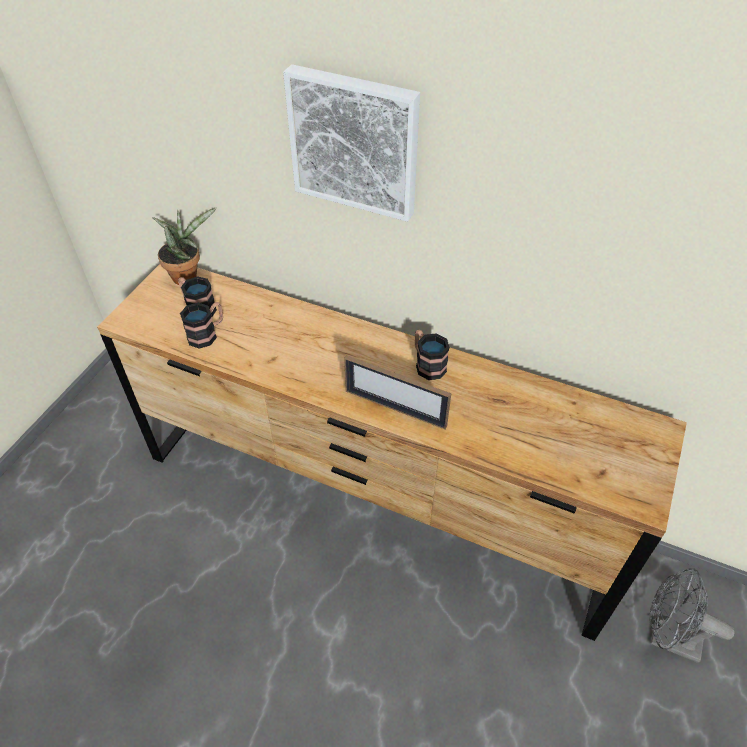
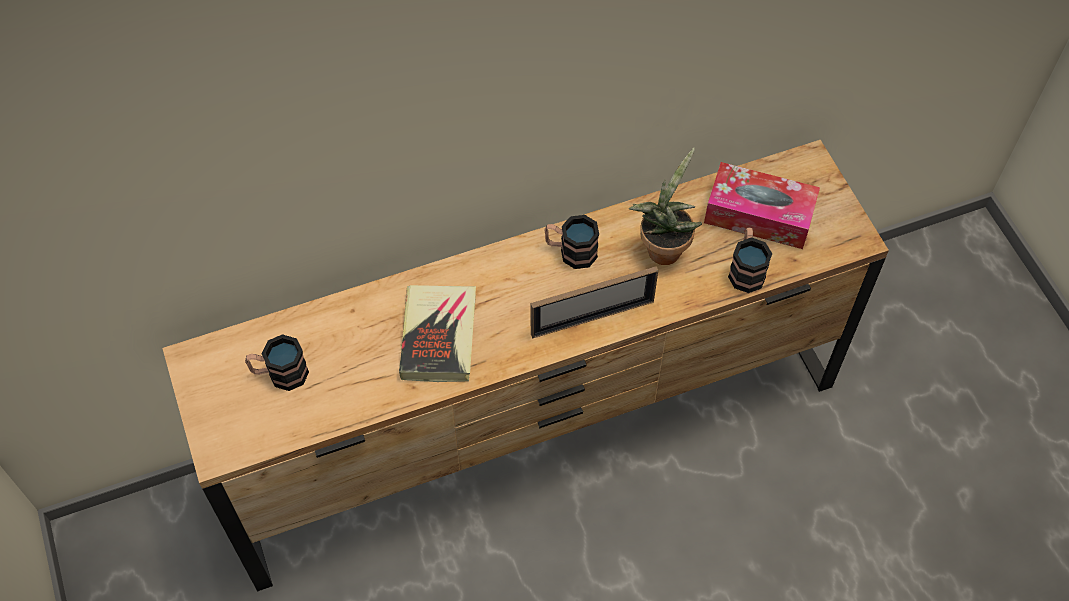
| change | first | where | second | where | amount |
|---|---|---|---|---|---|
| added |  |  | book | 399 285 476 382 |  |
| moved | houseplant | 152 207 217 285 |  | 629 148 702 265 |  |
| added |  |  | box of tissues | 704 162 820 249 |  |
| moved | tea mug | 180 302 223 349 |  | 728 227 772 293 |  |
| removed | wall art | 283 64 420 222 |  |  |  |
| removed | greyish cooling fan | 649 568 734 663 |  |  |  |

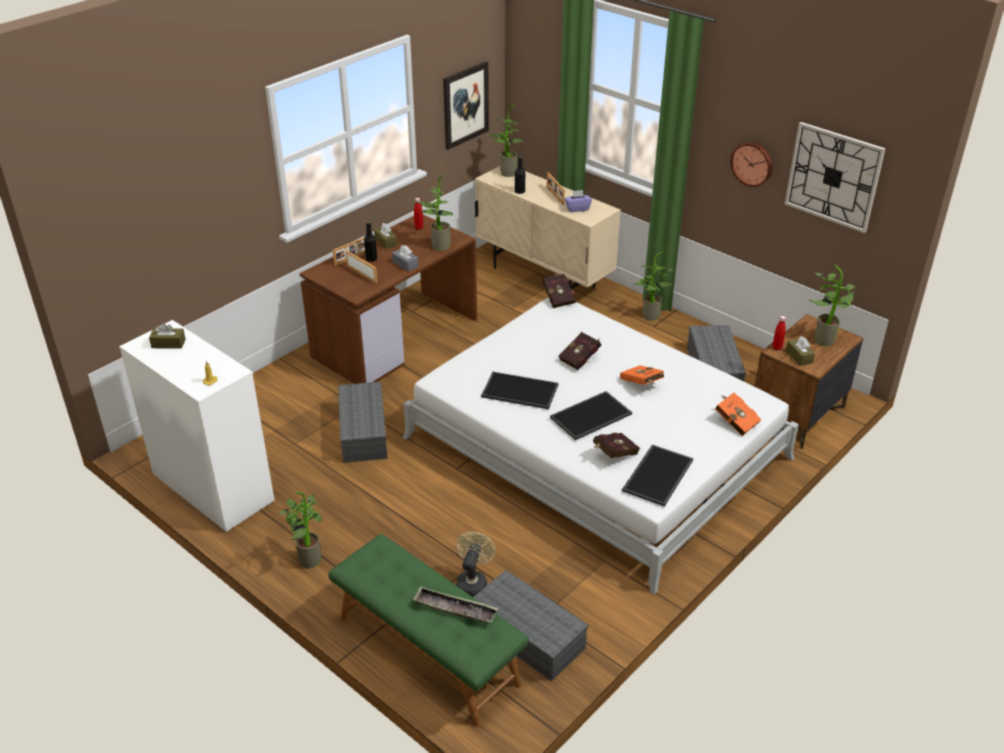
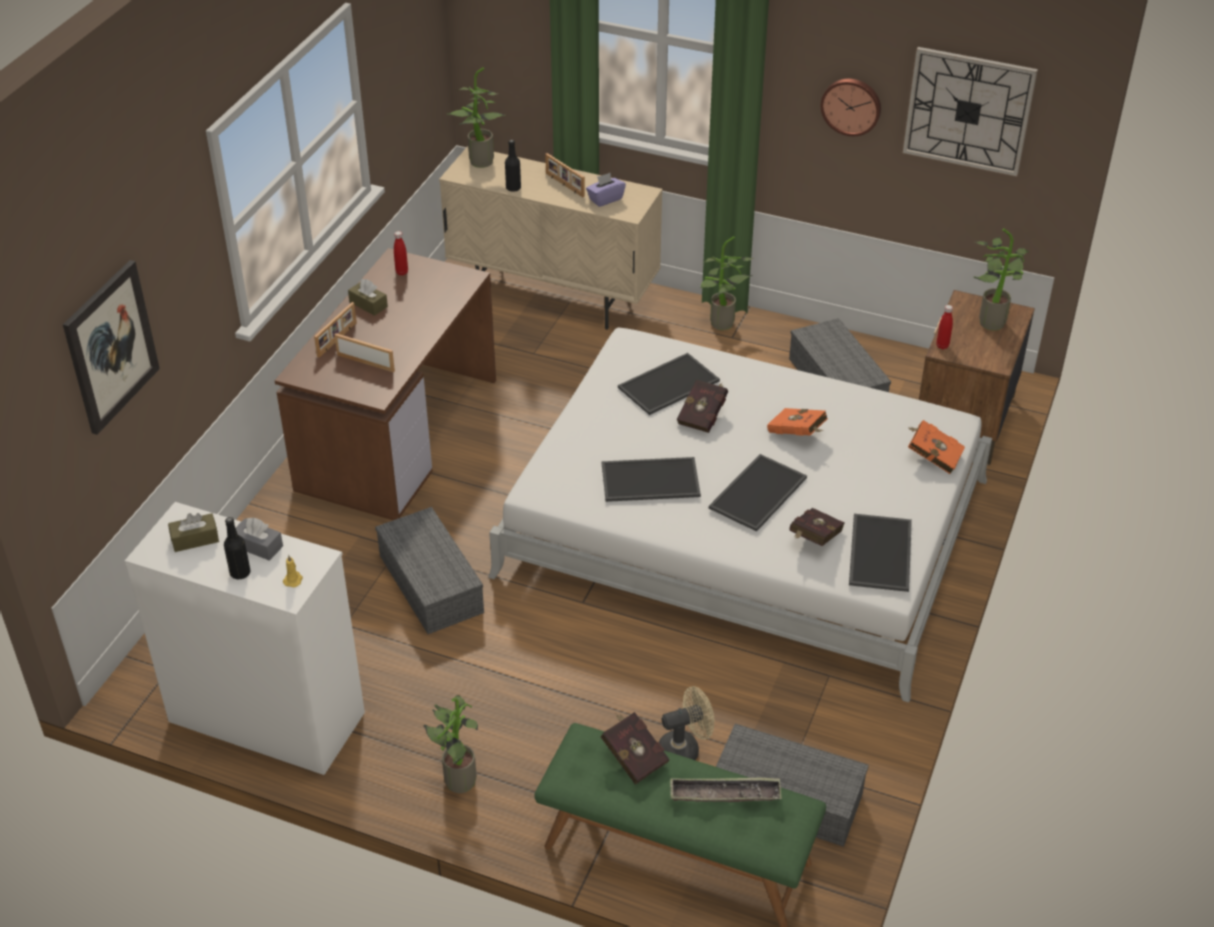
| change | first | where | second | where | amount |
|---|---|---|---|---|---|
| moved | wall art | 443 61 489 150 |  | 63 260 160 435 |  |
| moved | black beverage bottle | 364 222 377 262 |  | 224 517 251 579 |  |
| moved | greyish box of tissues | 392 245 419 272 |  | 236 518 283 561 |  |
| moved | red book | 543 274 576 308 |  | 600 712 670 785 |  |
| added |  |  | serving tray | 618 353 720 415 |  |
| turned | sand-coloured cooling fan | 456 532 495 597 |  | 659 686 714 760 | 75 degrees clockwise |
| removed | houseplant | 417 175 453 251 |  |  |  |
| removed | brown box of tissues | 786 336 815 366 |  |  |  |

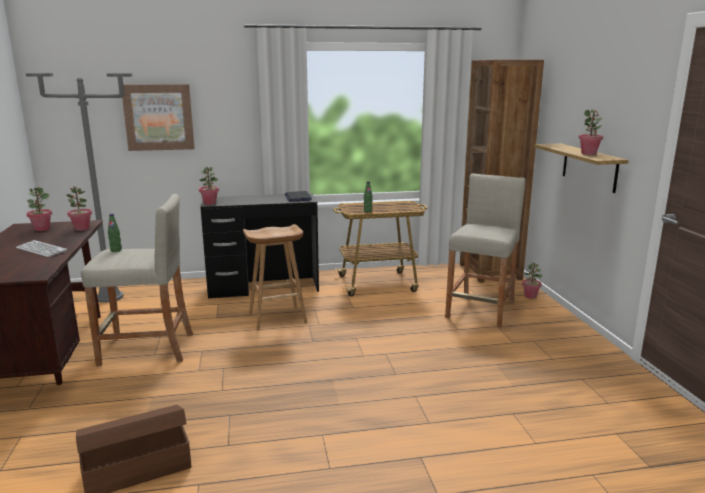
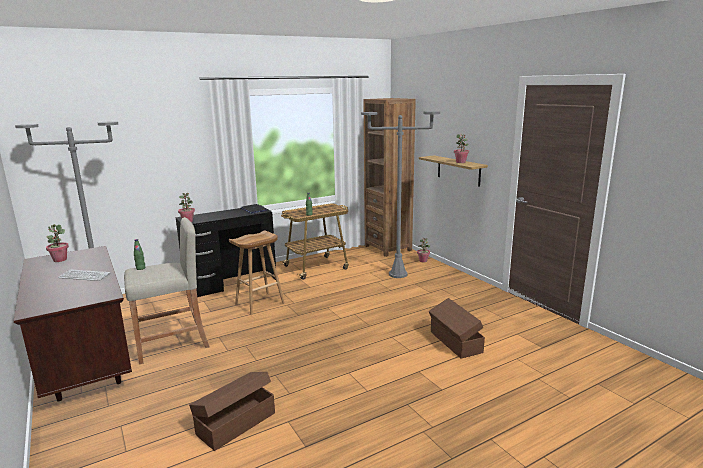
| change | first | where | second | where | amount |
|---|---|---|---|---|---|
| replaced | sand-coloured sitting stool | 445 173 526 328 | greyish standing lamp | 361 111 440 278 |  |
| added |  |  | brown storage box | 429 298 485 358 |  |
| removed | houseplant | 66 186 92 231 |  |  |  |
| removed | wall art | 122 84 195 151 |  |  |  |

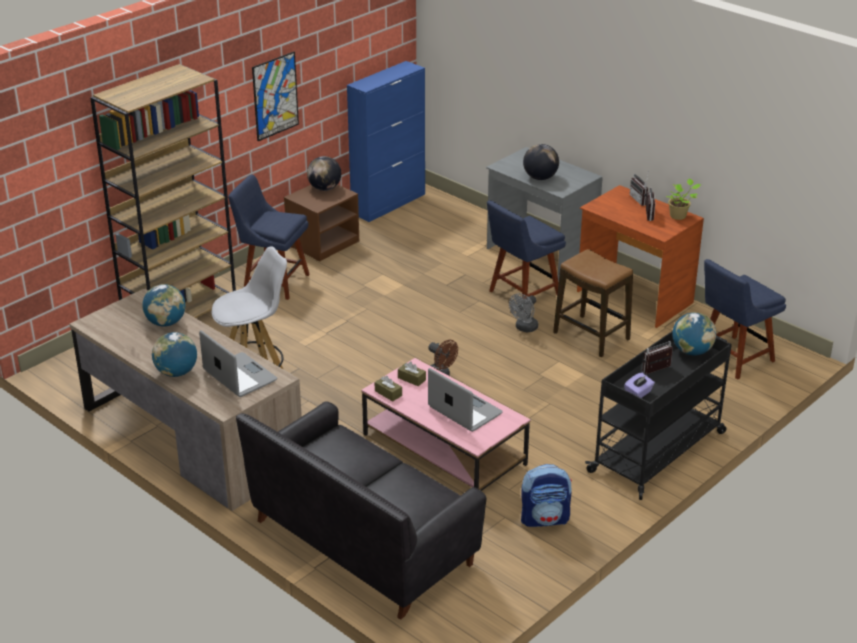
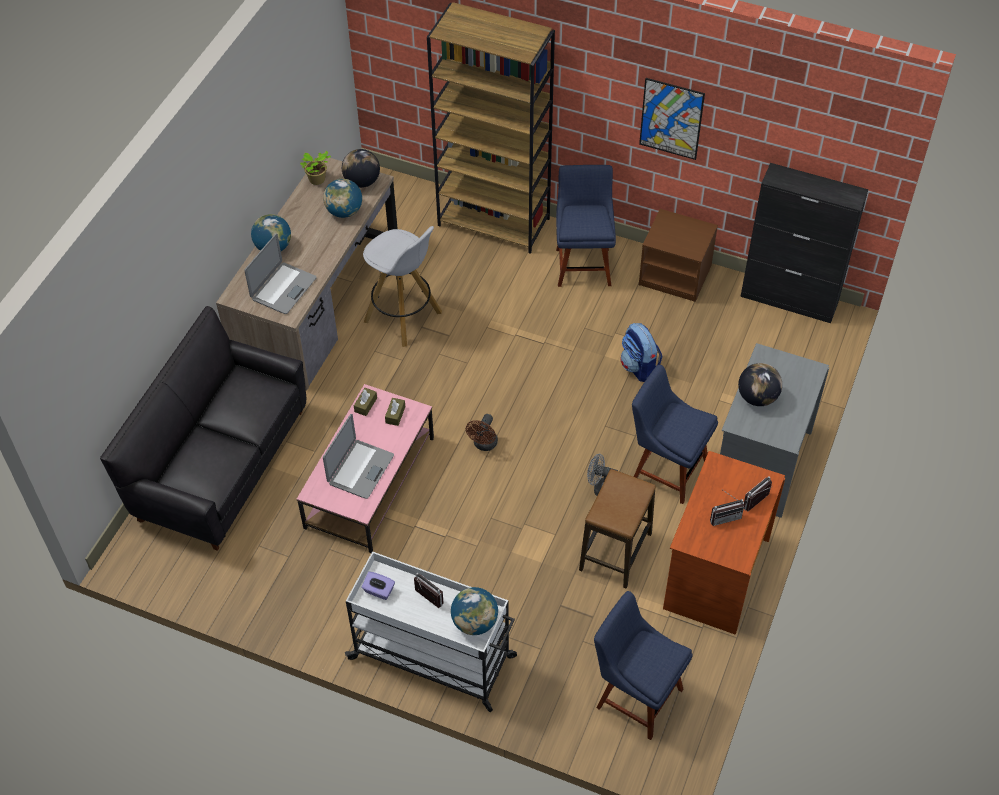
| change | first | where | second | where | amount |
|---|---|---|---|---|---|
| moved | houseplant | 666 178 701 220 |  | 300 151 331 185 |  |
| moved | globe | 307 156 341 191 |  | 342 149 380 188 |  |
| recoloured | black wheeled cart | 585 331 732 500 | white-coloured wheeled cart | 345 551 517 712 |  |
| moved | knapsack | 521 464 572 527 |  | 620 323 662 382 |  |
| recoloured | blue cabinet | 347 61 425 222 | black cabinet | 740 163 869 323 |  |

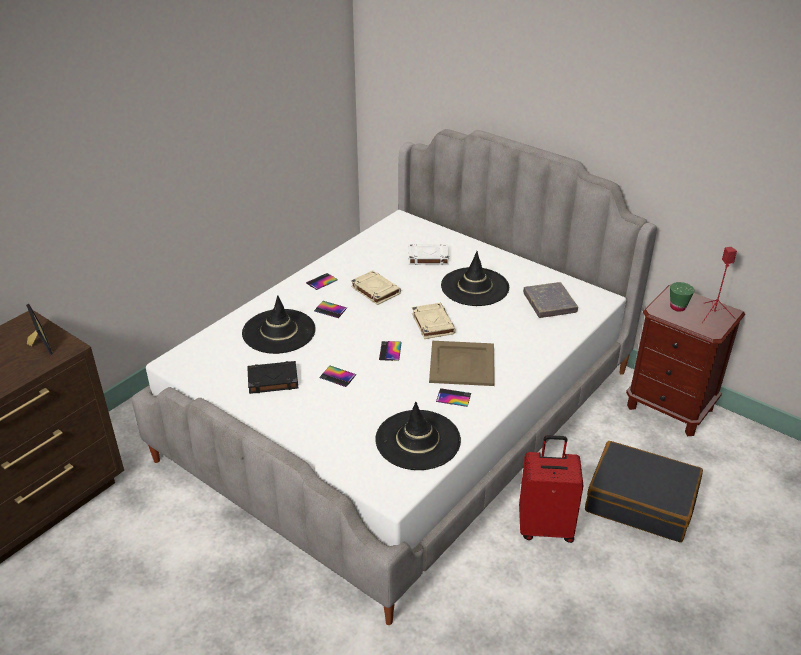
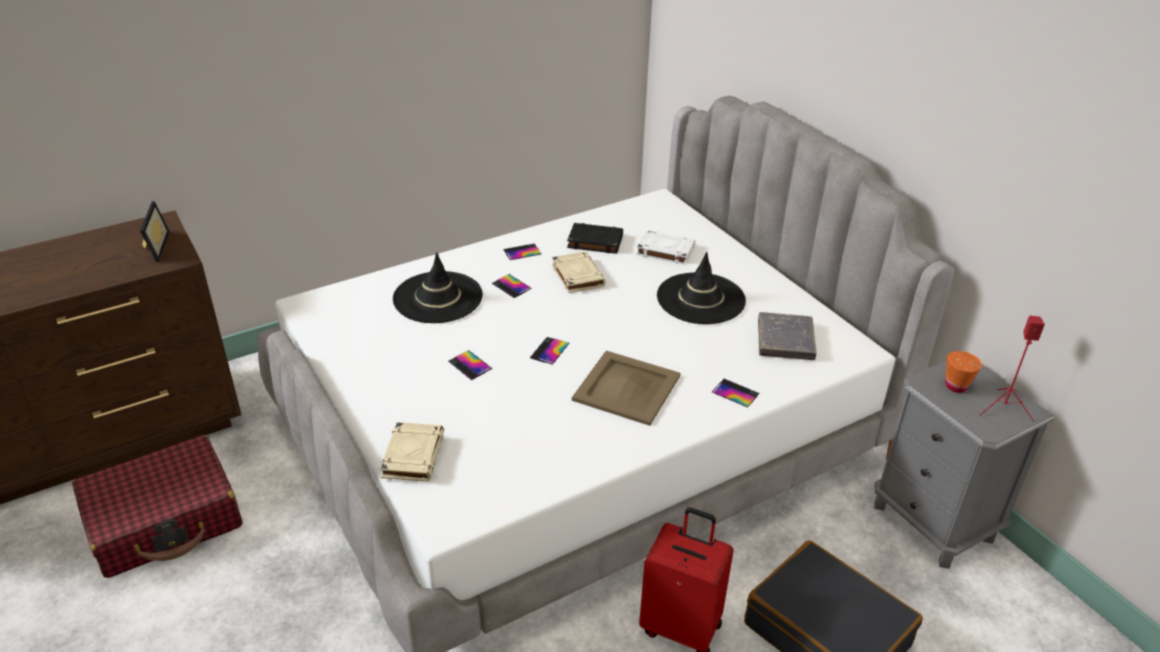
| change | first | where | second | where | amount |
|---|---|---|---|---|---|
| added |  |  | red piece of luggage | 72 435 243 578 |  |
| moved | sand-coloured book | 412 303 456 339 |  | 380 422 444 482 |  |
| moved | black book | 247 361 298 394 |  | 567 223 623 254 |  |
| moved | telephone | 436 388 471 407 |  | 712 379 759 408 |  |
| recoloured | brown nightstand | 626 284 745 436 | greyish nightstand | 874 361 1054 569 |  |
| recoloured | green-coloured cup | 670 282 695 312 | orange cup | 945 351 982 393 |  |
| removed | black clothing hat | 375 402 461 470 |  |  |  |

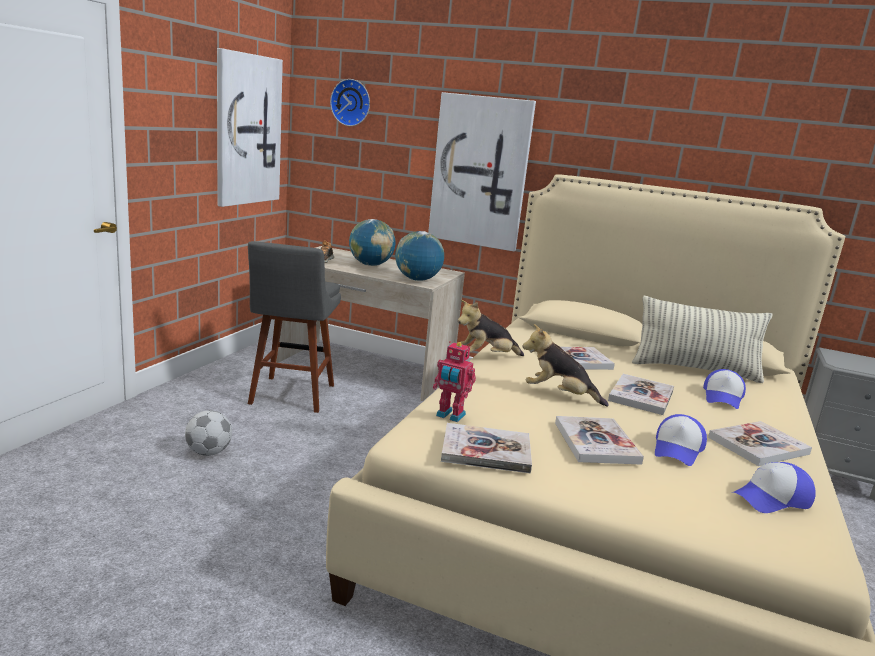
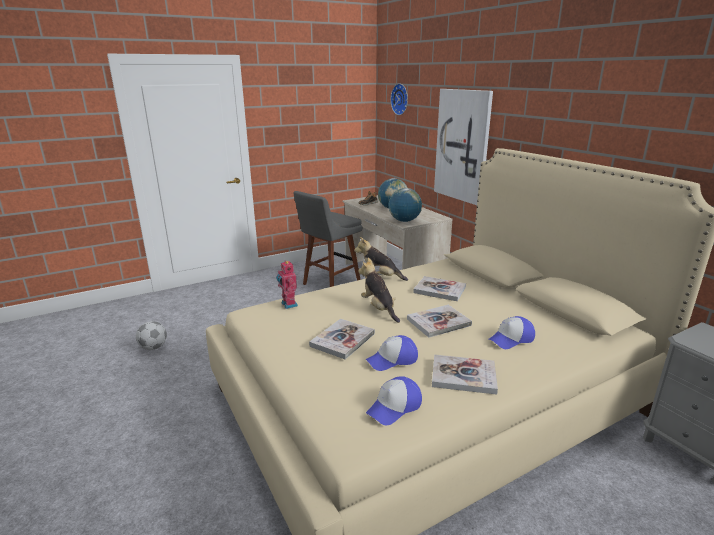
| change | first | where | second | where | amount |
|---|---|---|---|---|---|
| moved | ball for football | 185 410 232 456 |  | 136 321 167 350 |  |
| turned | baseball cap | 732 462 816 513 |  | 366 376 422 425 | 60 degrees counterclockwise |
| removed | wall art | 217 48 283 207 |  |  |  |
| removed | book | 441 423 532 474 |  |  |  |
| removed | cushion | 632 296 772 383 |  |  |  |

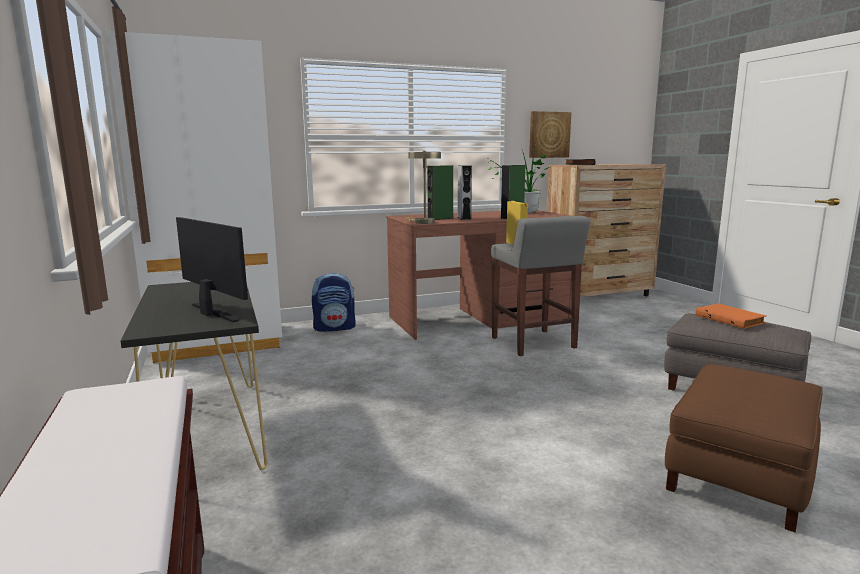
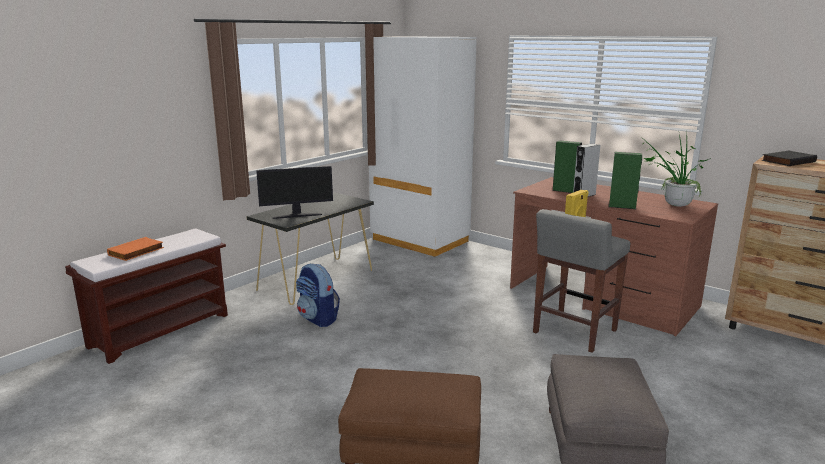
| change | first | where | second | where | amount |
|---|---|---|---|---|---|
| moved | orange book | 696 304 766 329 |  | 107 237 164 261 |  |
| turned | computer display | 176 217 248 322 |  | 256 166 333 219 | 60 degrees clockwise |
| moved | knapsack | 312 273 356 332 |  | 296 263 340 327 |  |
| removed | sand-coloured lamp for a table | 406 151 441 224 |  |  |  |
| removed | wall art | 529 111 572 158 |  |  |  |

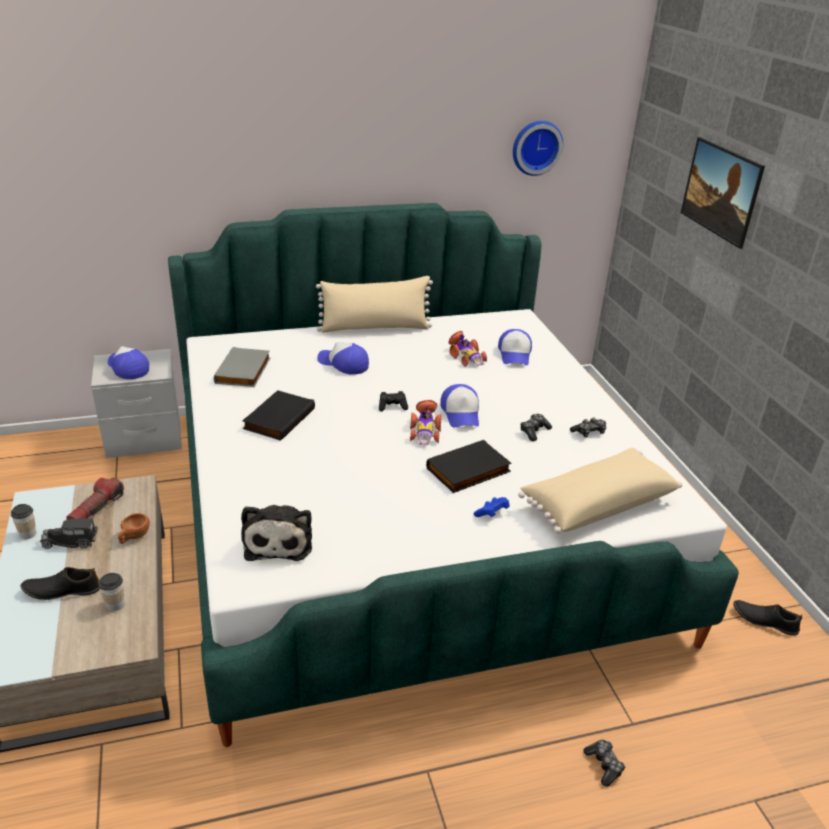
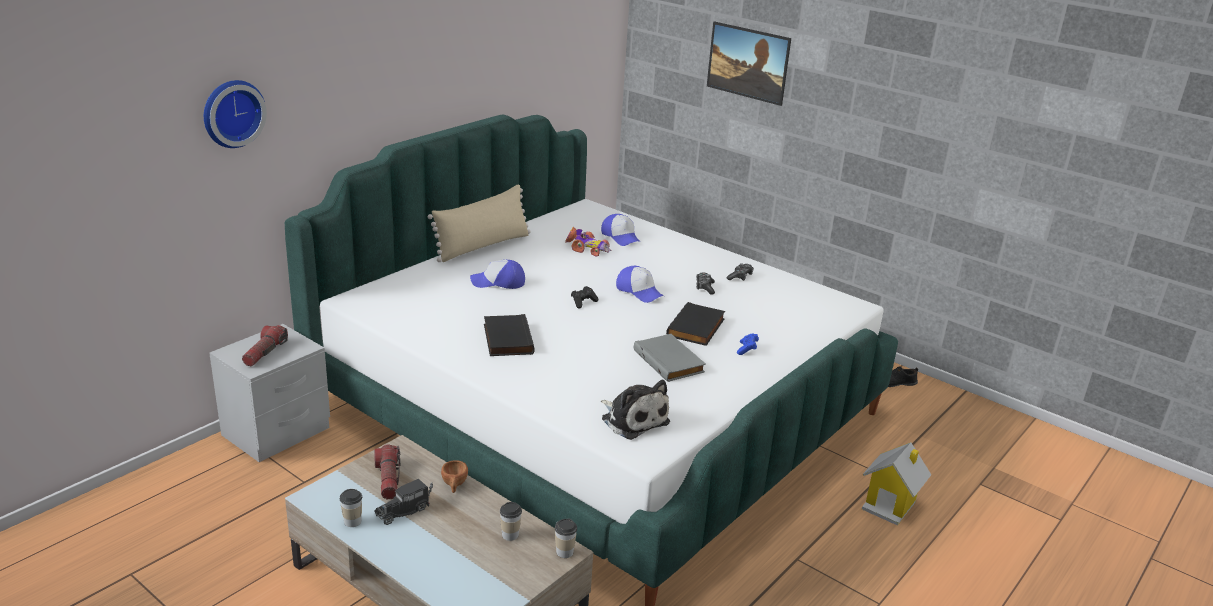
| change | first | where | second | where | amount |
|---|---|---|---|---|---|
| moved | hanging clock | 513 121 563 176 |  | 204 80 267 148 |  |
| replaced | baseball cap | 108 346 149 379 | torch | 242 325 288 366 |  |
| added |  |  | cup | 555 519 577 558 |  |
| moved | greyish book | 214 347 270 387 |  | 634 334 706 382 |  |
| replaced | gamepad | 583 740 625 787 | toy house | 862 442 931 526 |  |
| removed | black shoe | 21 567 100 600 |  |  |  |
| removed | toy car | 410 400 441 445 |  |  |  |
| removed | sand-coloured cushion | 518 448 682 534 |  |  |  |

